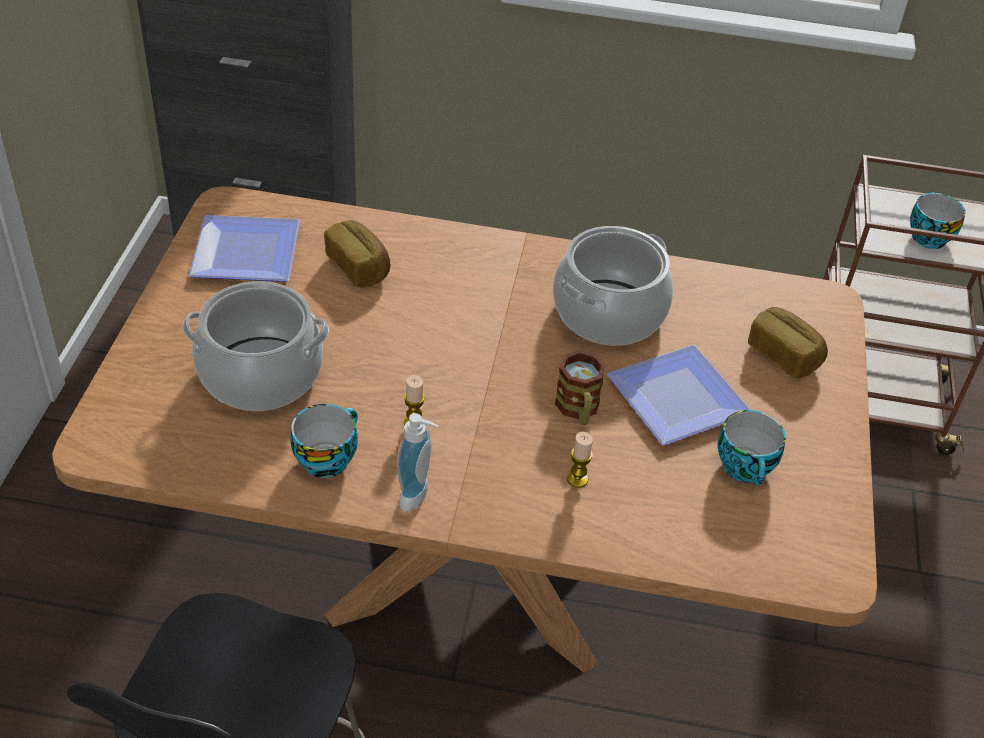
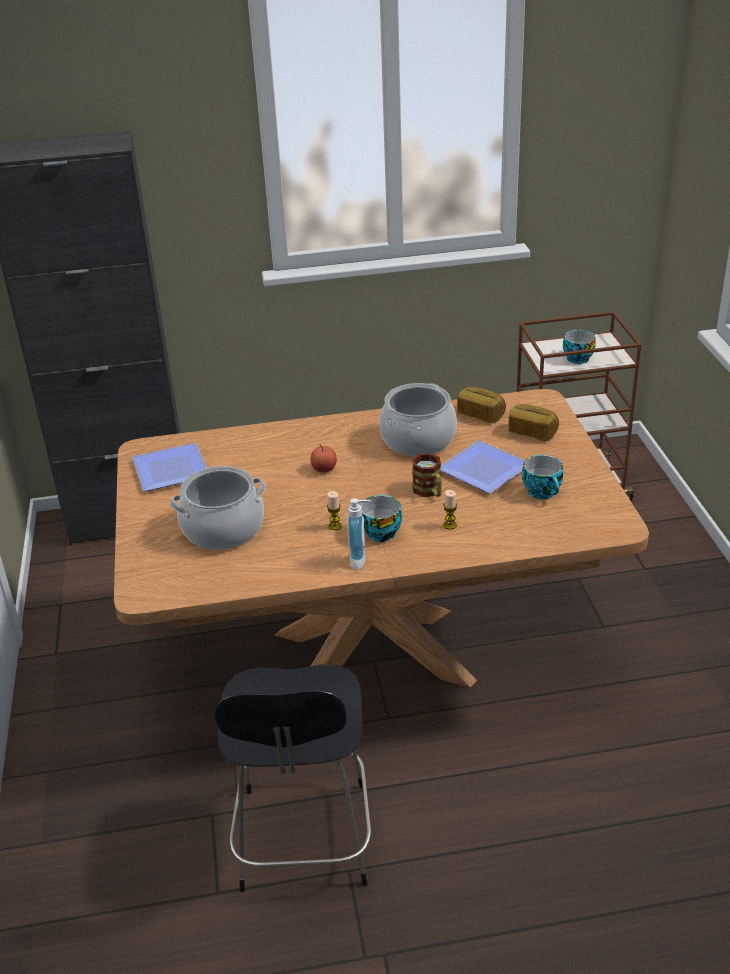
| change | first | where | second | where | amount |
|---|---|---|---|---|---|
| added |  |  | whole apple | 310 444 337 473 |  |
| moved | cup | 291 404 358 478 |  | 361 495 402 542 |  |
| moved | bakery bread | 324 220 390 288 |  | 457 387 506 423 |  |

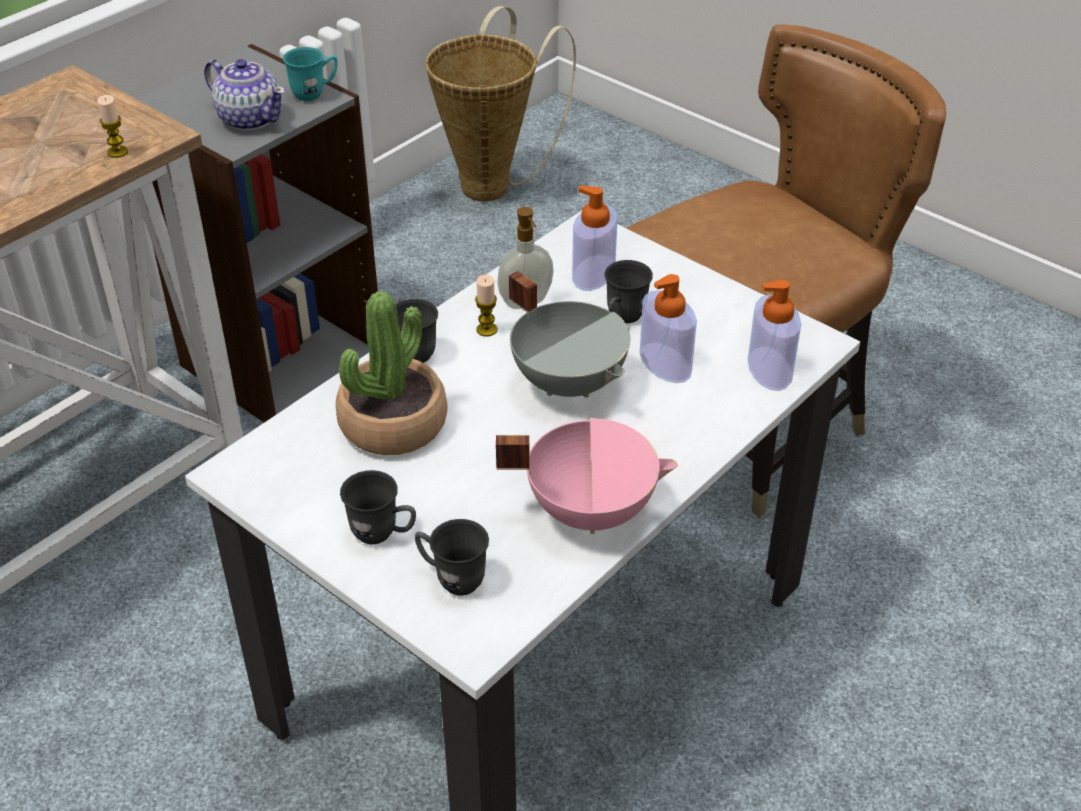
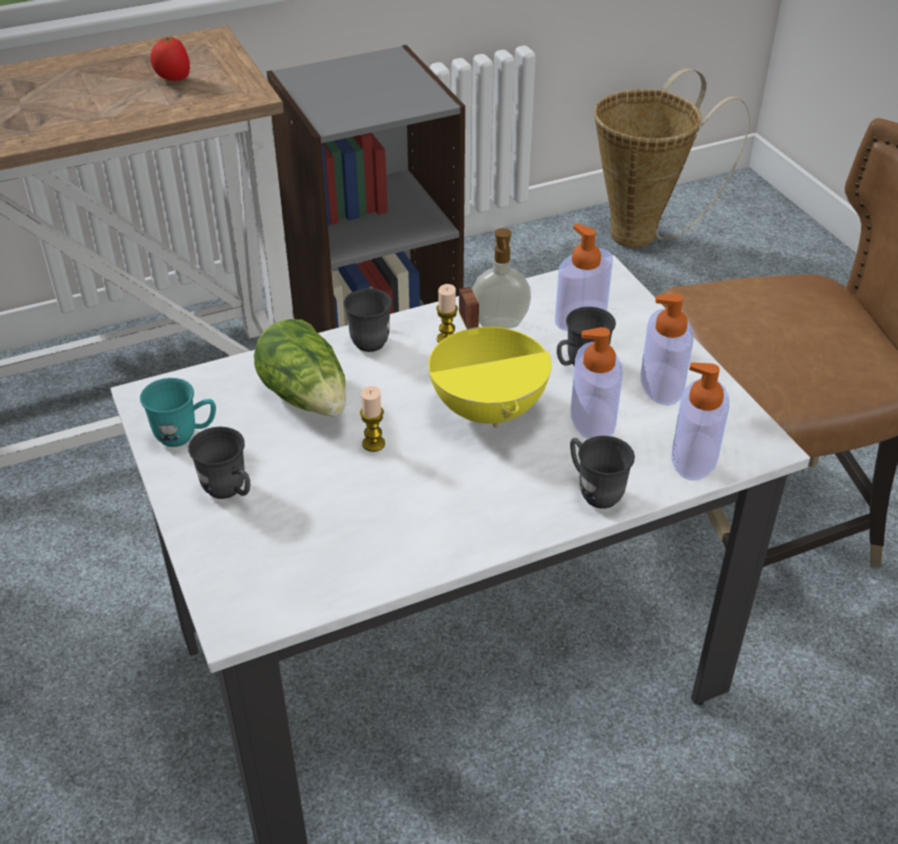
| change | first | where | second | where | amount |
|---|---|---|---|---|---|
| moved | turquoise tea mug | 283 47 337 101 |  | 140 378 216 447 |  |
| added |  |  | fresh tomato | 150 37 190 81 |  |
| replaced | houseplant | 336 291 448 455 | head of lettuce | 254 319 346 416 |  |
| moved | wax light | 97 95 128 158 |  | 360 386 385 452 |  |
| recoloured | greyish stockpot | 509 271 630 398 | yellowish stockpot | 428 287 552 428 |  |
| moved | greyish tea mug | 415 519 489 595 |  | 570 436 635 509 |  |
| added |  |  | soap bottle | 641 293 694 406 |  |
| removed | tea pot | 204 59 285 131 |  |  |  |
| removed | pink-coloured stockpot | 496 418 678 534 |  |  |  |

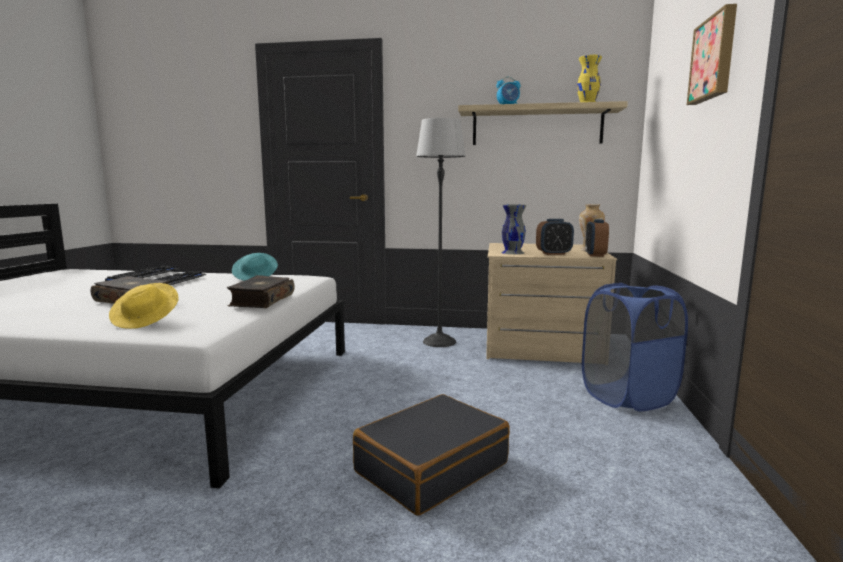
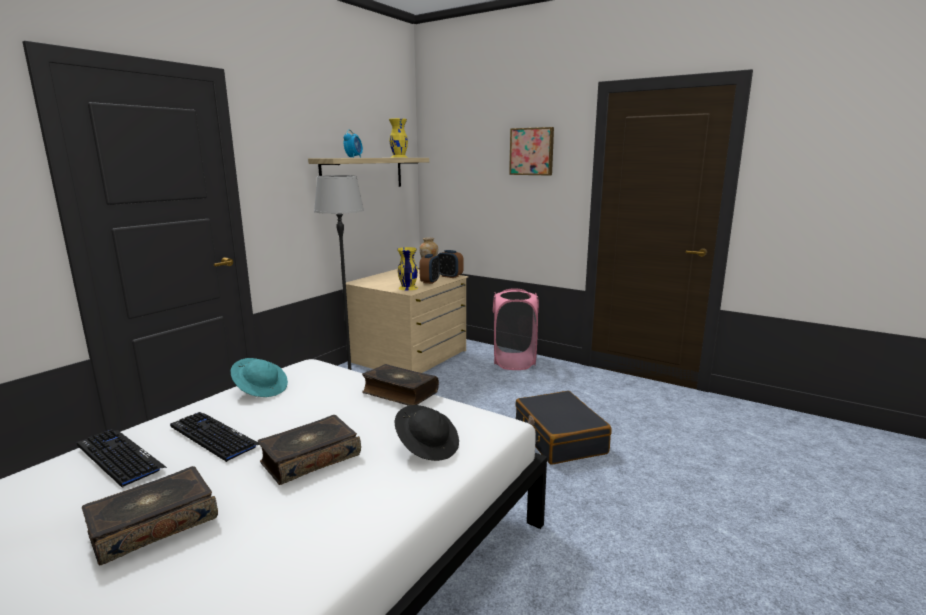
| change | first | where | second | where | amount |
|---|---|---|---|---|---|
| added |  |  | book | 82 466 218 565 |  |
| recoloured | yellowish clothing hat | 109 283 178 329 | black clothing hat | 395 405 459 461 |  |
| recoloured | greyish vase | 501 205 526 254 | yellowish vase | 397 247 418 290 |  |
| recoloured | blue washing basket | 582 283 688 411 | pink-coloured washing basket | 493 288 539 370 |  |

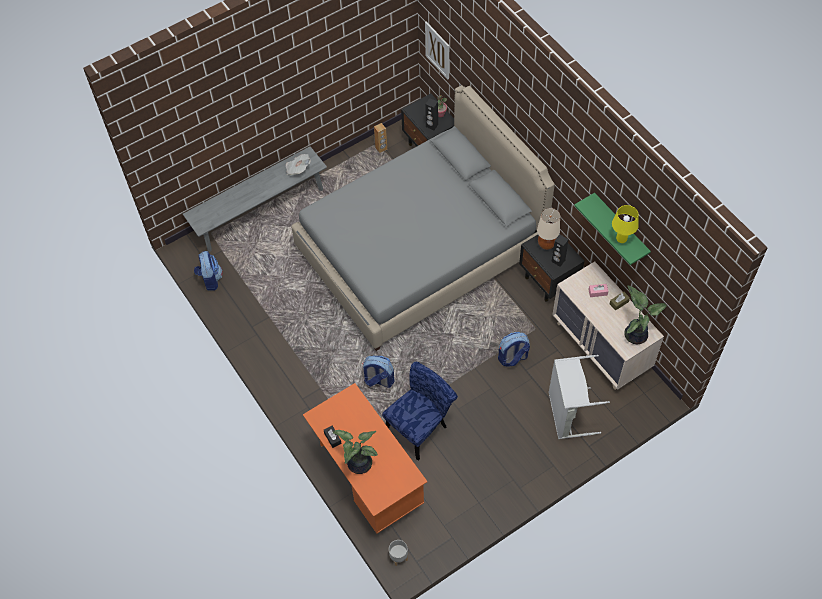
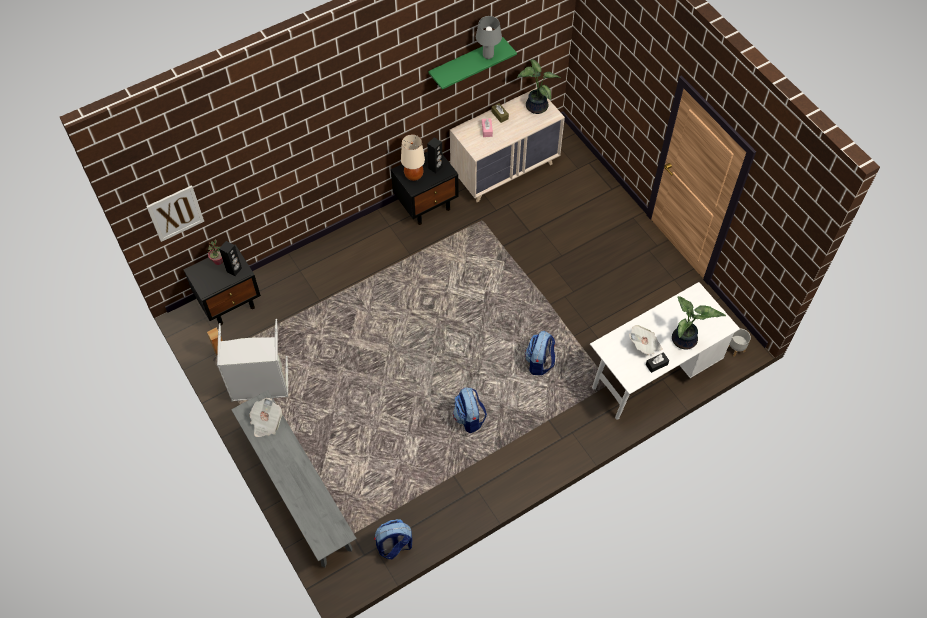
| change | first | where | second | where | amount |
|---|---|---|---|---|---|
| moved | greyish washing basket | 549 355 610 439 |  | 217 319 288 401 |  |
| moved | knapsack | 498 332 530 367 |  | 453 387 487 433 |  |
| recoloured | yellowish lamp for a table | 612 205 639 243 | greyish lamp for a table | 476 16 502 59 |  |
| recoloured | orange desk unit | 303 383 428 534 | white-coloured desk unit | 590 282 740 420 |  |
| added |  |  | daily paper | 629 325 663 355 |  |
| removed | greyish bed | 291 85 555 351 |  |  |  |
| removed | blue plain chair | 382 362 458 460 |  |  |  |

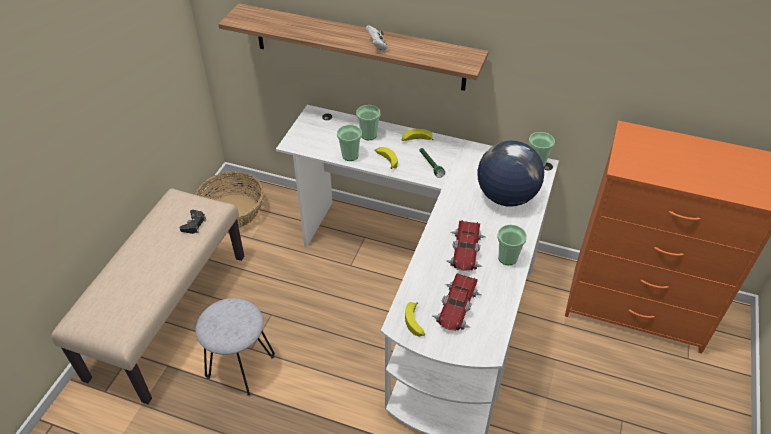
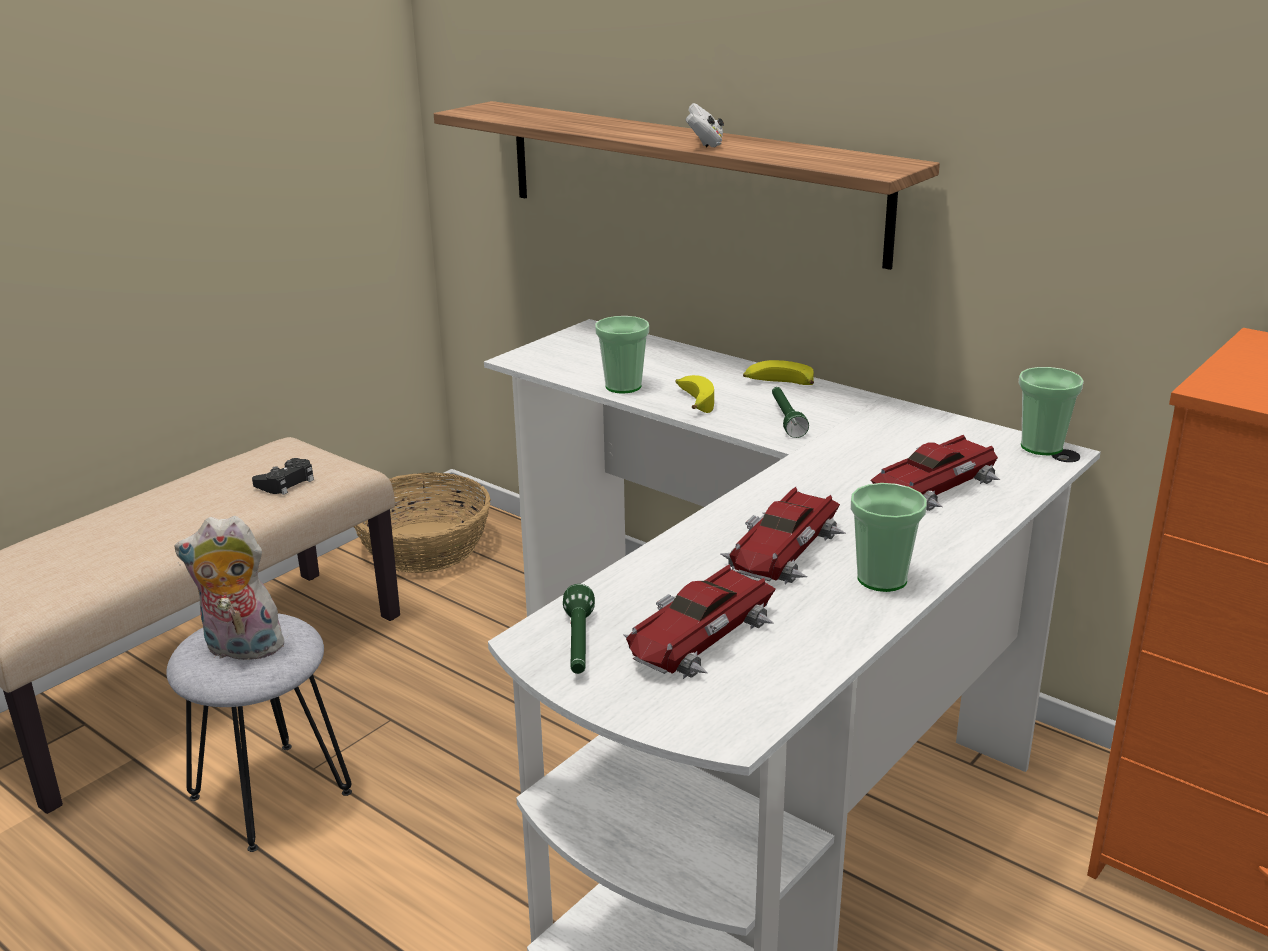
| change | first | where | second | where | amount |
|---|---|---|---|---|---|
| added |  |  | plush toy | 174 516 287 660 |  |
| replaced | banana fruit | 405 302 426 336 | green-coloured torch | 563 584 595 674 |  |
| replaced | globe | 478 141 544 207 | toy car | 871 435 1000 511 |  |
| removed | cup | 356 105 381 140 |  |  |  |

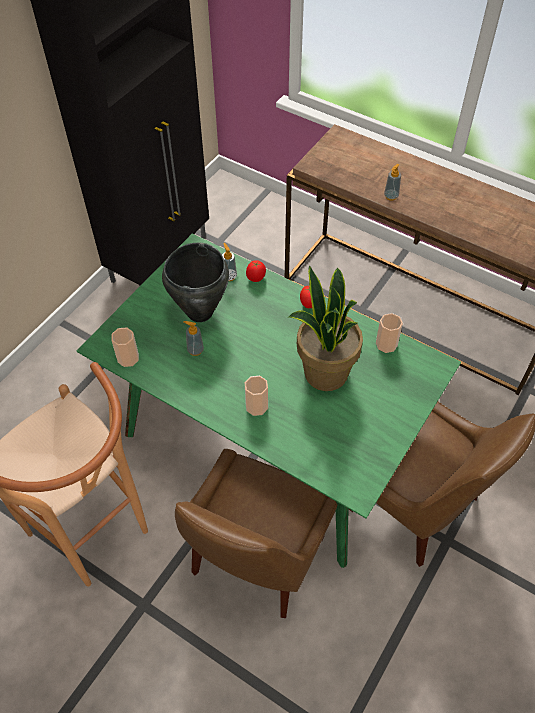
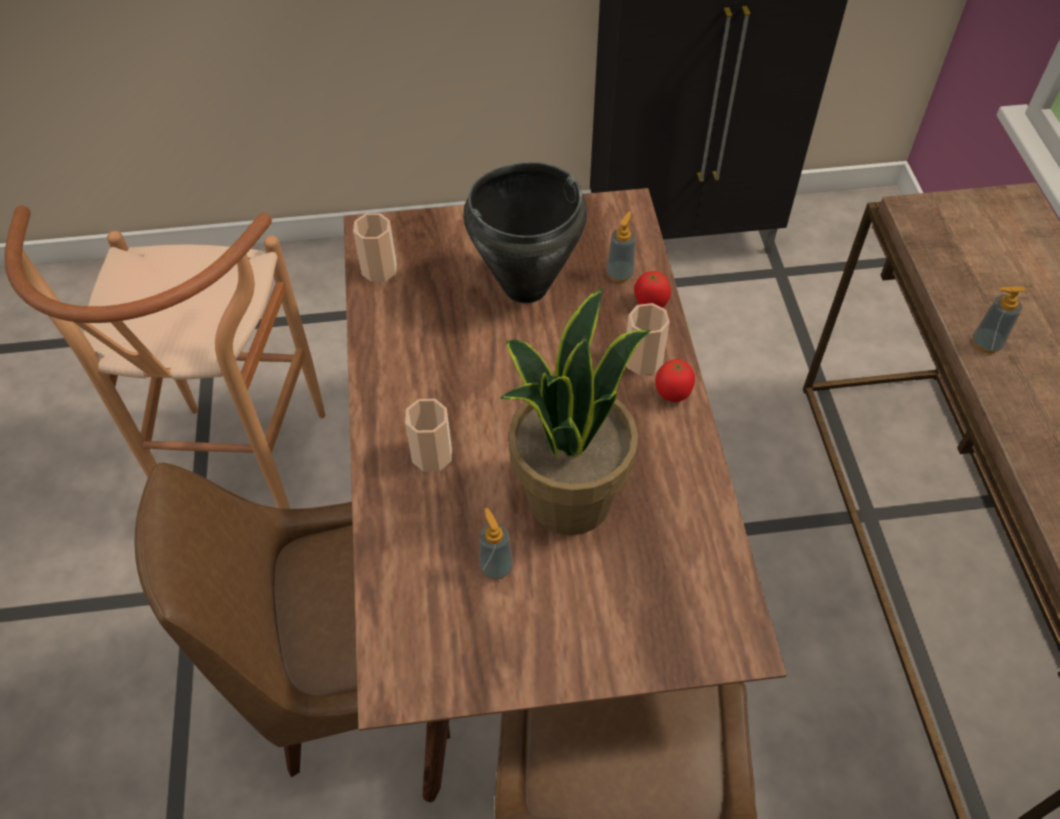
| change | first | where | second | where | amount |
|---|---|---|---|---|---|
| recoloured | green-coloured kitchen table | 77 233 461 568 | brown kitchen table | 344 188 786 802 |  |
| moved | soap bottle | 183 321 204 356 |  | 479 508 513 580 |  |
| moved | cup | 376 313 403 353 |  | 627 303 670 375 |  |

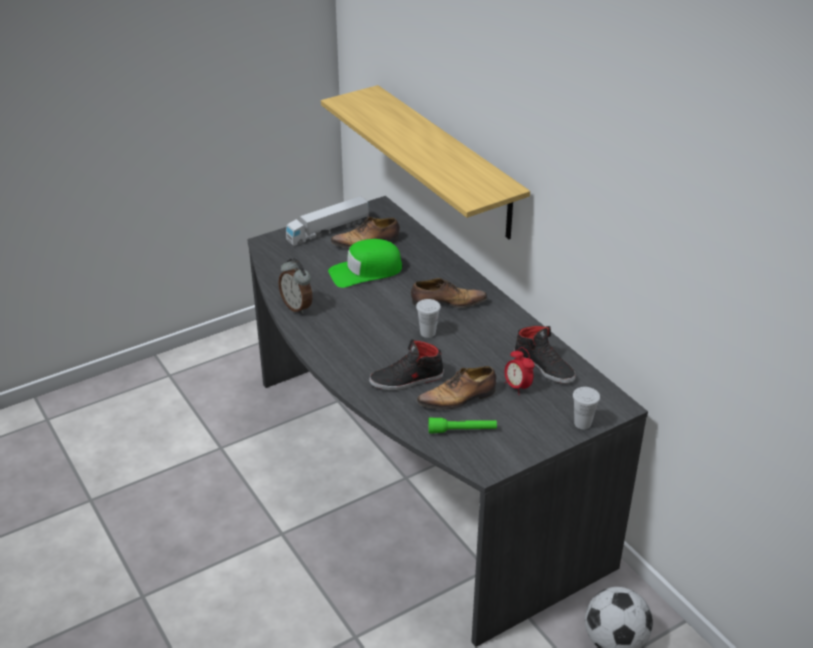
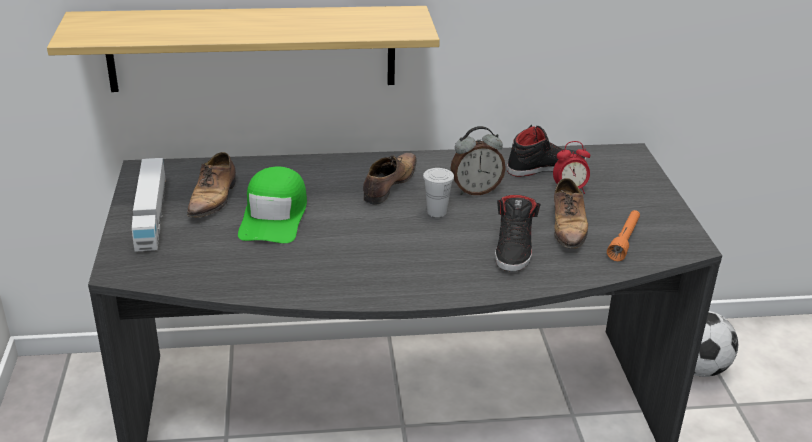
| change | first | where | second | where | amount |
|---|---|---|---|---|---|
| moved | bedside clock | 278 258 312 314 |  | 450 126 506 195 |  |
| recoloured | green-coloured torch | 429 417 497 434 | orange torch | 607 210 640 261 |  |
| removed | white-coloured cup | 573 387 600 430 |  |  |  |

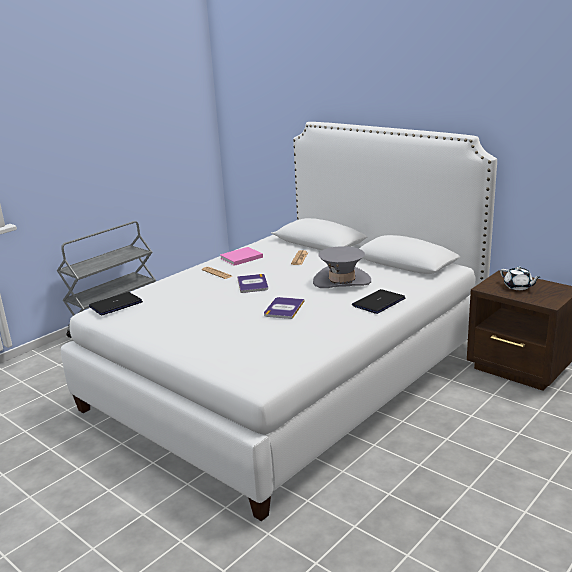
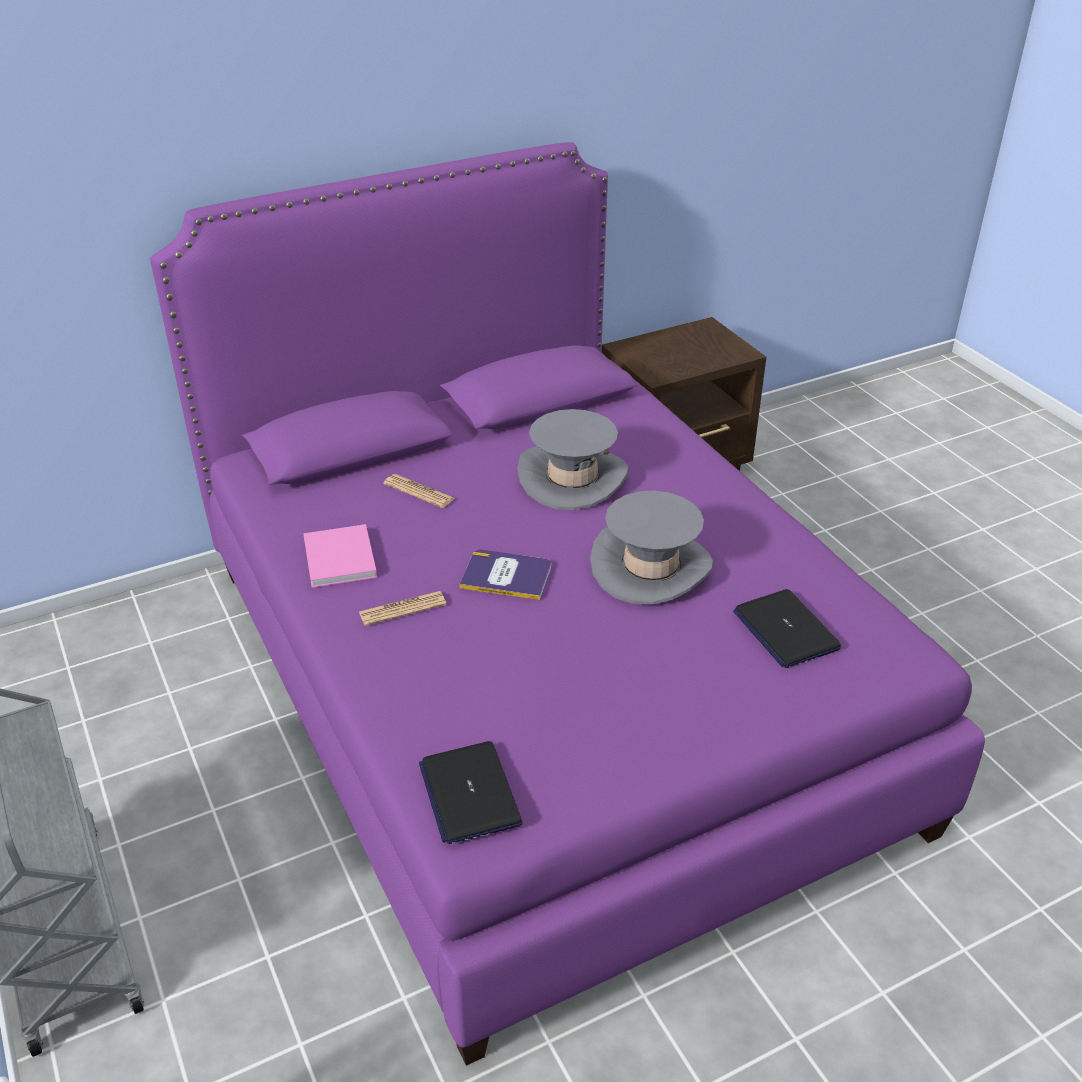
| change | first | where | second | where | amount |
|---|---|---|---|---|---|
| recoloured | white-coloured bed | 61 122 497 521 | purple bed | 150 142 985 1066 |  |
| replaced | book | 264 297 304 319 | greyish clothing hat | 590 491 713 605 |  |
| moved | notebook computer | 352 289 405 314 |  | 733 589 841 668 |  |
| removed | white-coloured tea pot | 500 267 540 290 |  |  |  |

